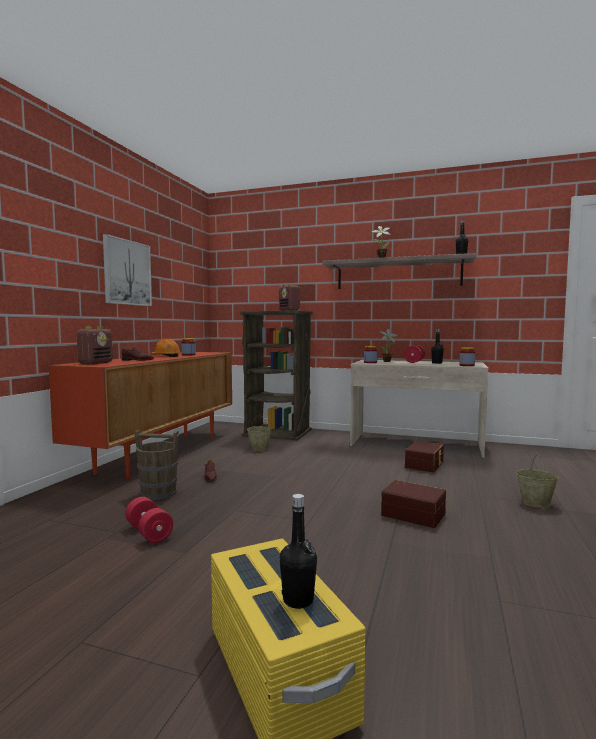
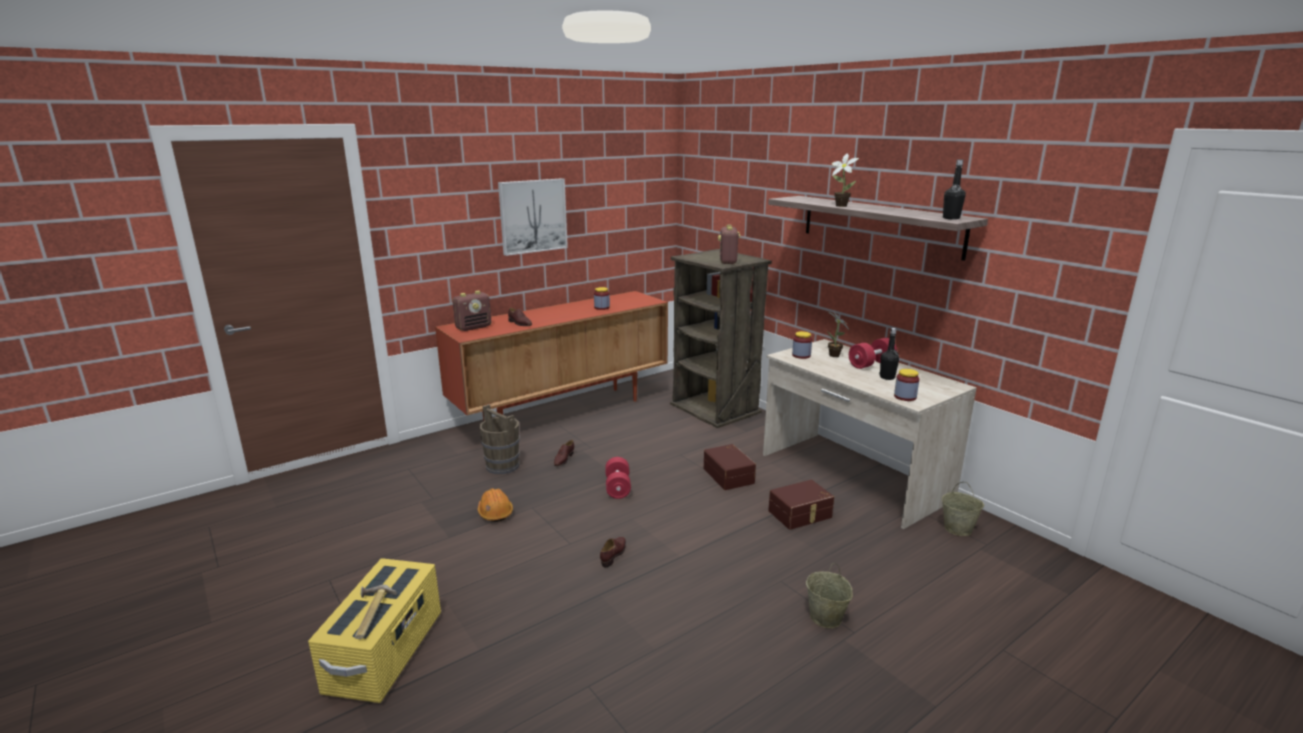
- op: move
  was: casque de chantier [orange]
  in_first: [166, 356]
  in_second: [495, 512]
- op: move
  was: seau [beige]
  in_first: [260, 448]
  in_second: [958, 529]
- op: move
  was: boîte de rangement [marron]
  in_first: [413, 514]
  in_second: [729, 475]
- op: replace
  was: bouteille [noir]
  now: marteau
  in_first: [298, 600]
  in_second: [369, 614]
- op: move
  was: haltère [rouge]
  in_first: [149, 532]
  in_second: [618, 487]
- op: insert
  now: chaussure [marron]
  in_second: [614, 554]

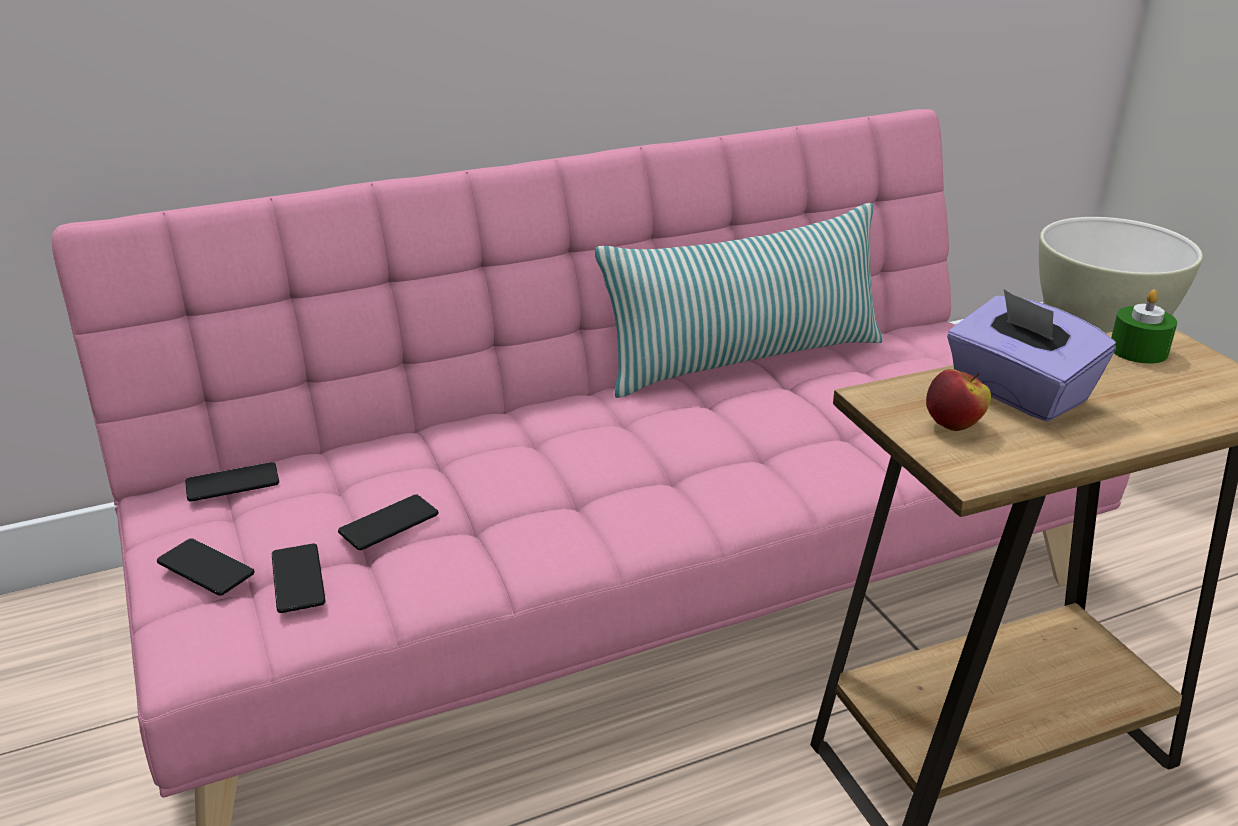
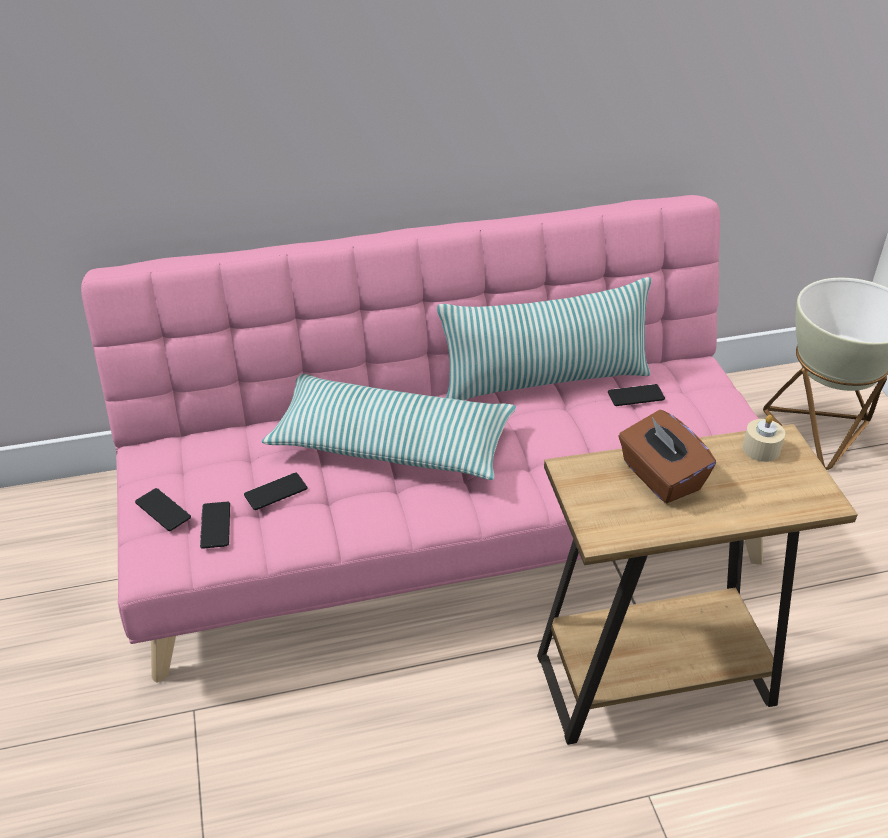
- op: recolor
  was: boîte à mouchoirs [violet]
  now: boîte à mouchoirs [marron]
  in_first: [1017, 393]
  in_second: [660, 477]
- op: recolor
  was: bougie [vert]
  now: bougie [beige]
  in_first: [1138, 350]
  in_second: [761, 449]
- op: delete
  was: pomme
  in_first: [953, 425]
- op: move
  was: téléphone
  in_first: [232, 483]
  in_second: [636, 396]
- op: insert
  now: coussin
  in_second: [392, 444]

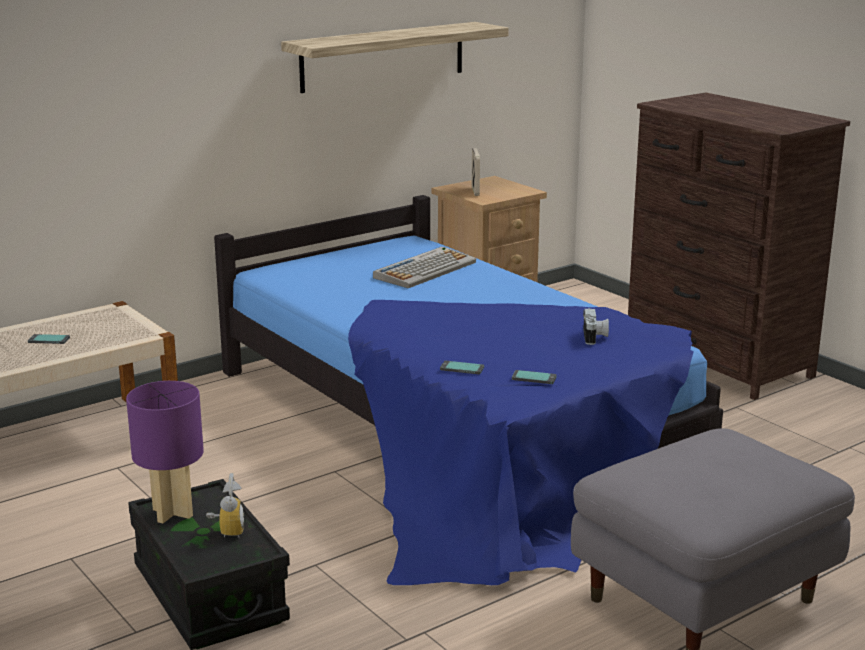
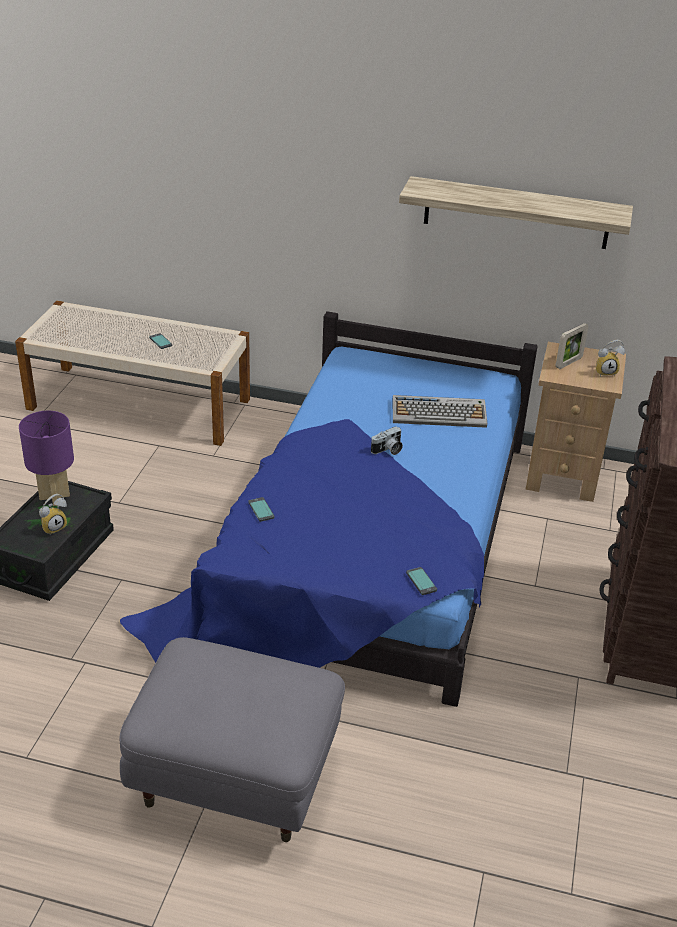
- op: move
  was: appareil photo
  in_first: [595, 337]
  in_second: [388, 450]
- op: move
  was: téléphone
  in_first: [534, 378]
  in_second: [421, 581]
- op: insert
  now: réveil
  in_second: [605, 372]

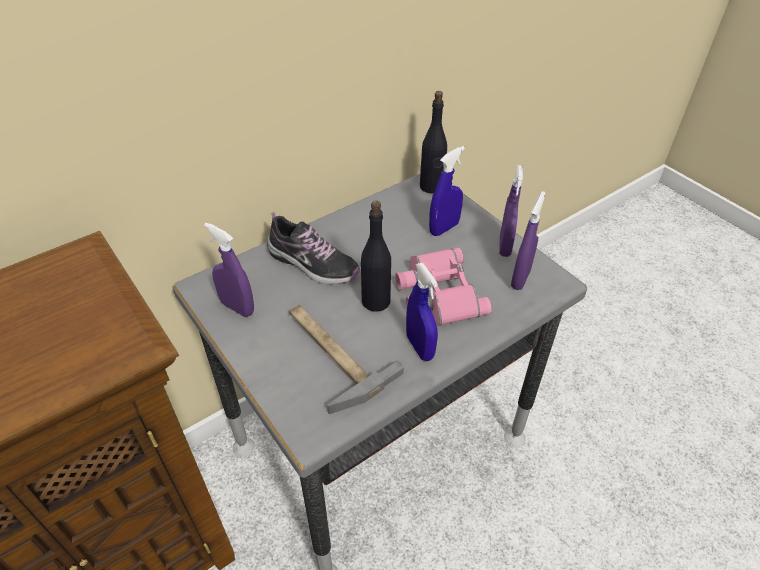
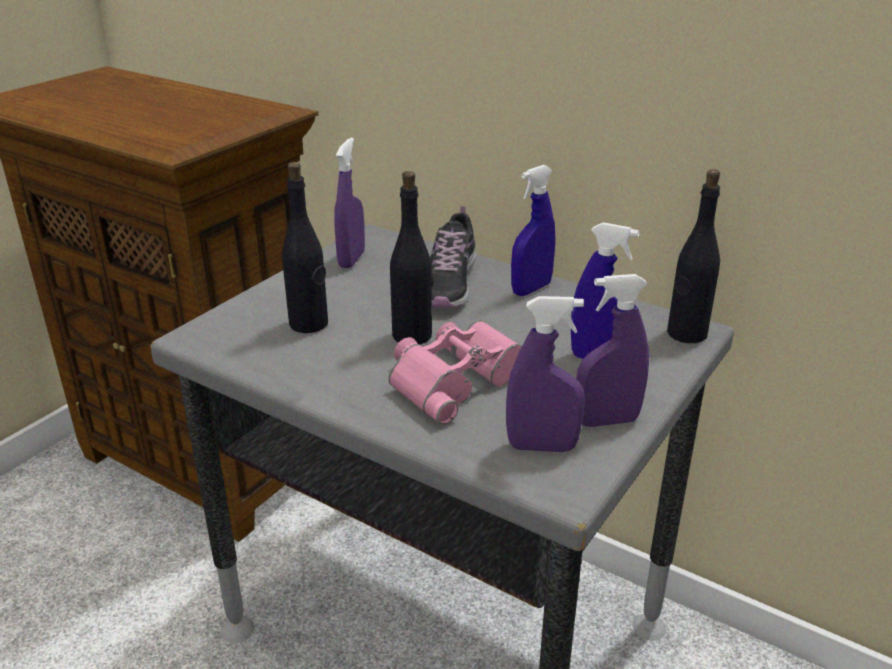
- op: move
  was: vaporisateur [bleu]
  in_first: [420, 347]
  in_second: [531, 289]
- op: replace
  was: marteau
  now: bouteille [noir]
  in_first: [330, 354]
  in_second: [309, 324]

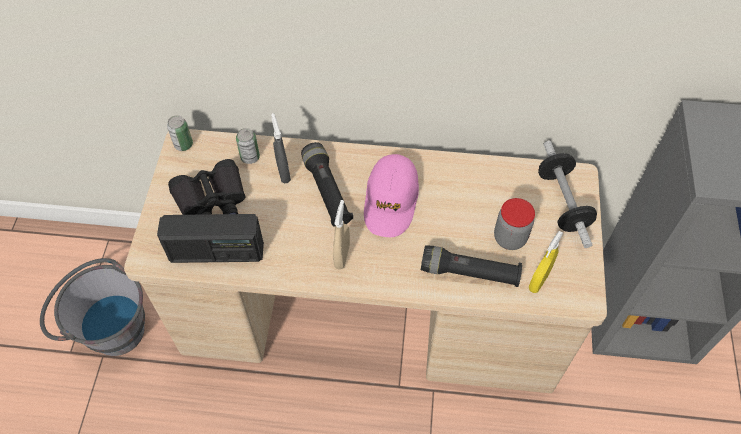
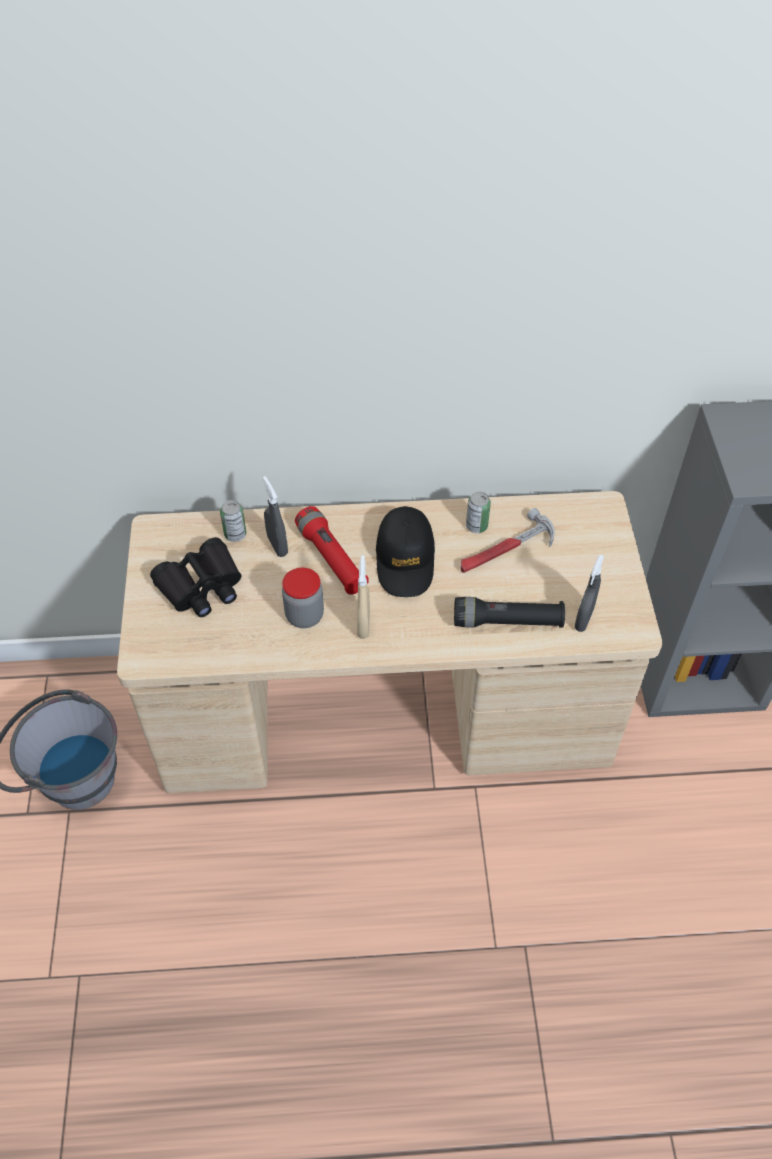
- op: move
  was: boîte métallique
  in_first: [183, 144]
  in_second: [476, 526]
- op: delete
  was: haltère
  in_first: [562, 202]
- op: recolor
  was: lampe de poche [noir]
  now: lampe de poche [rouge]
  in_first: [327, 191]
  in_second: [331, 559]
- op: recolor
  was: casquette [rose]
  now: casquette [noir]
  in_first: [391, 201]
  in_second: [405, 559]
- op: move
  was: bocal
  in_first: [510, 238]
  in_second: [304, 615]
- op: delete
  was: radio
  in_first: [216, 252]
- op: recolor
  was: vaporisateur [jaune]
  now: vaporisateur [gris]
  in_first: [538, 281]
  in_second: [583, 619]
- op: insert
  now: marteau
  in_second: [506, 550]

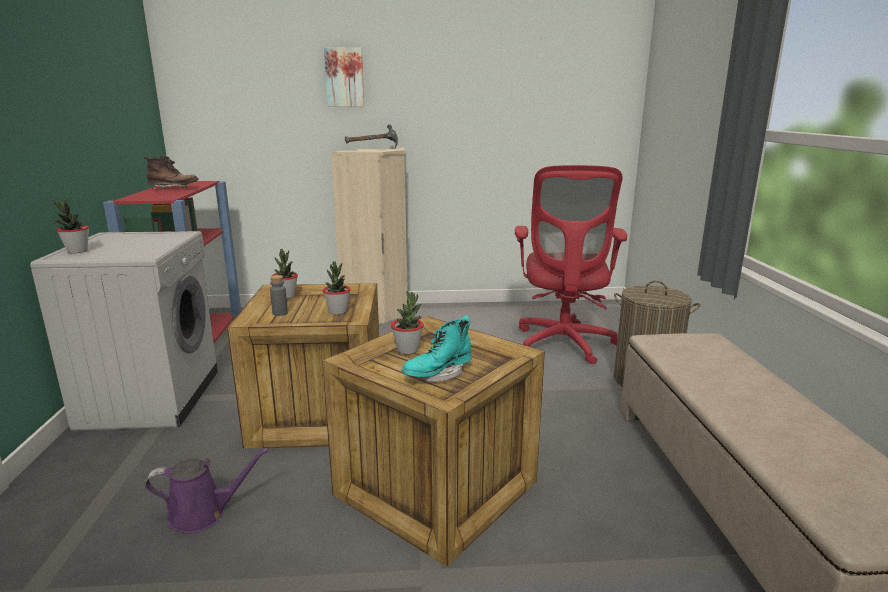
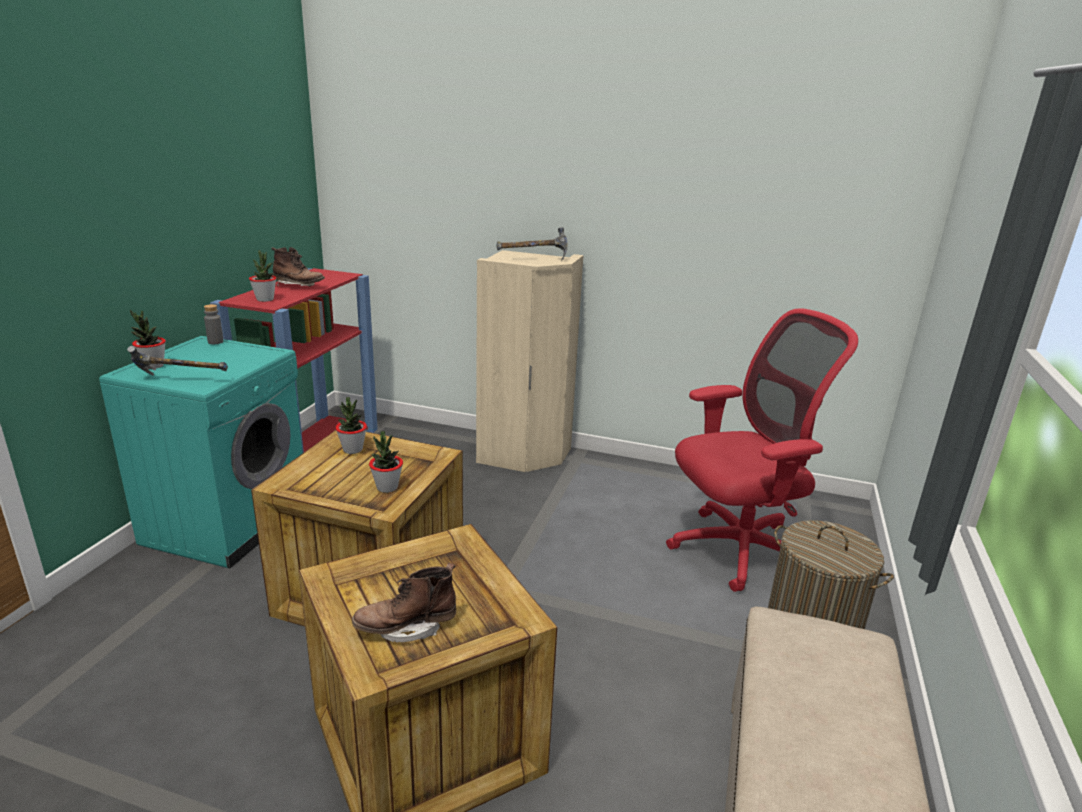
- op: delete
  was: tableau
  in_first: [344, 77]
- op: rotate
  was: chaise de bureau [rouge]
  in_first: [562, 340]
  in_second: [733, 553]
  clockwise: -135
- op: recolor
  was: lave-linge [blanc]
  now: lave-linge [turquoise]
  in_first: [155, 398]
  in_second: [230, 523]
- op: move
  was: bouteille [gris]
  in_first: [280, 313]
  in_second: [215, 342]
- op: move
  was: plante en pot
  in_first: [408, 350]
  in_second: [265, 299]
- op: recolor
  was: botte [turquoise]
  now: botte [marron]
  in_first: [438, 375]
  in_second: [406, 628]
- op: delete
  was: arrosoir [violet]
  in_first: [203, 514]
- op: insert
  now: marteau
  in_second: [180, 381]

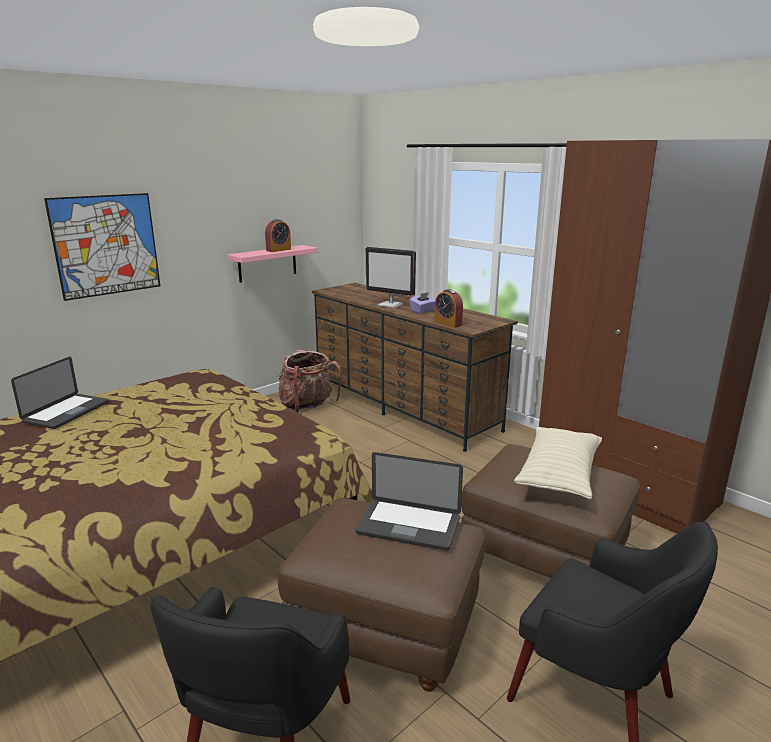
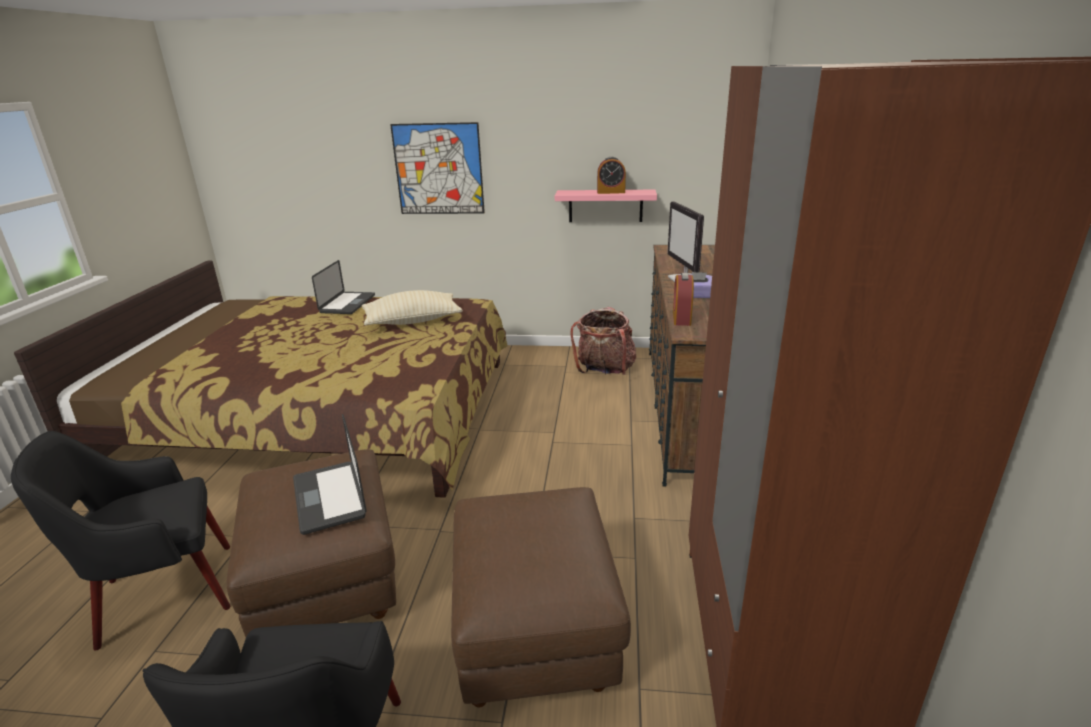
- op: rotate
  was: ordinateur portable
  in_first: [67, 412]
  in_second: [347, 304]
  clockwise: -60
- op: move
  was: coussin [beige]
  in_first: [559, 475]
  in_second: [412, 321]

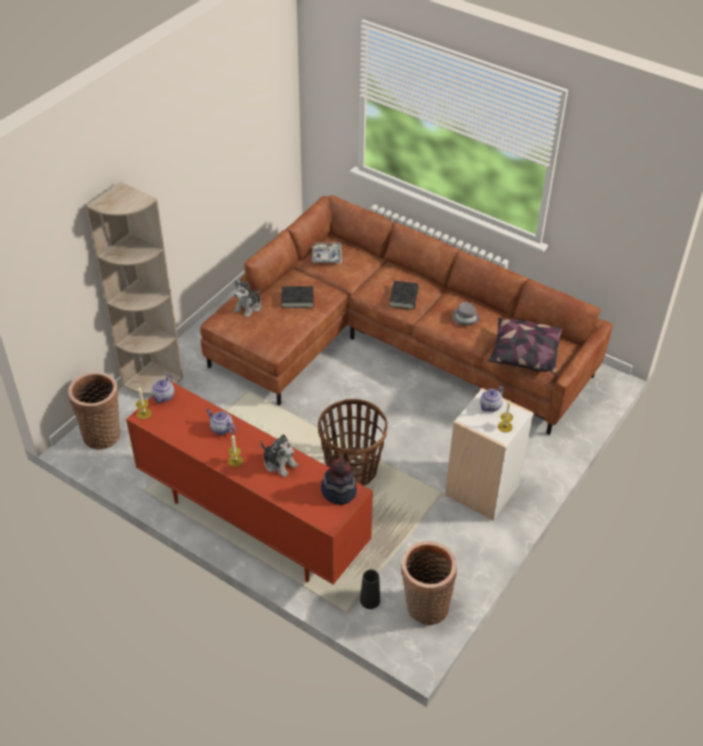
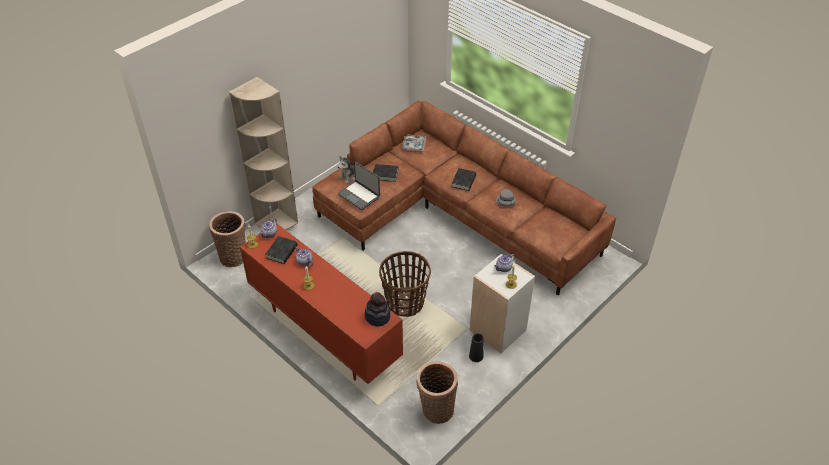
- op: delete
  was: coussin
  in_first: [523, 354]
- op: delete
  was: peluche
  in_first: [279, 463]
- op: move
  was: vase [noir]
  in_first: [370, 600]
  in_second: [476, 356]
- op: insert
  now: ordinateur portable
  in_second: [359, 195]
- op: insert
  now: livre [noir]
  in_second: [282, 252]

